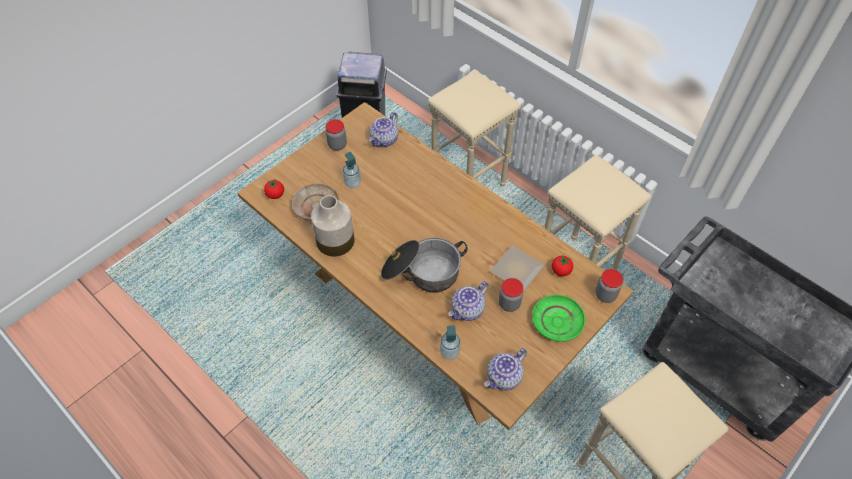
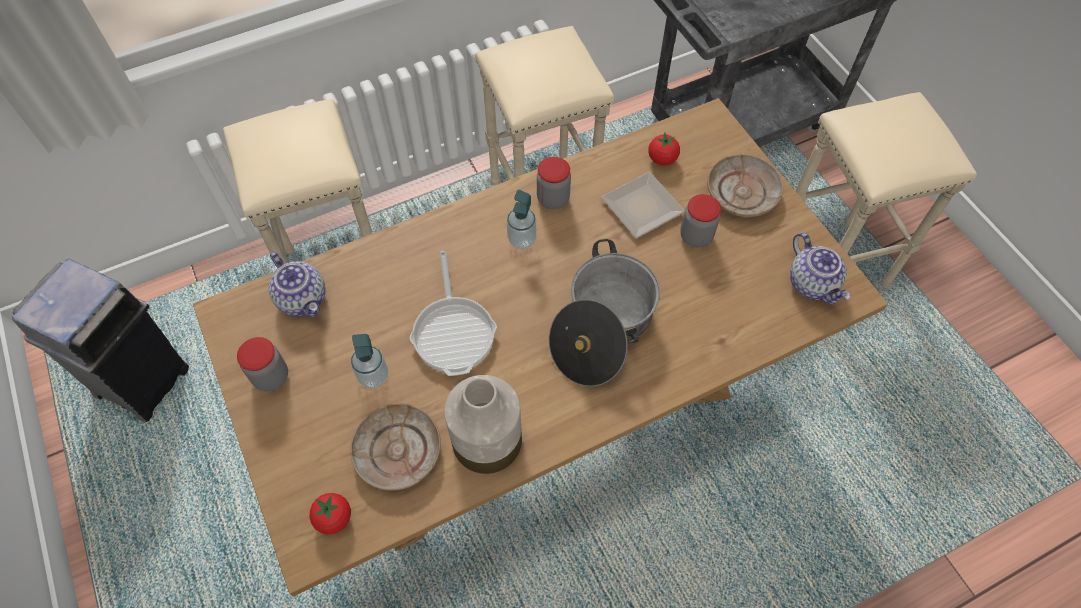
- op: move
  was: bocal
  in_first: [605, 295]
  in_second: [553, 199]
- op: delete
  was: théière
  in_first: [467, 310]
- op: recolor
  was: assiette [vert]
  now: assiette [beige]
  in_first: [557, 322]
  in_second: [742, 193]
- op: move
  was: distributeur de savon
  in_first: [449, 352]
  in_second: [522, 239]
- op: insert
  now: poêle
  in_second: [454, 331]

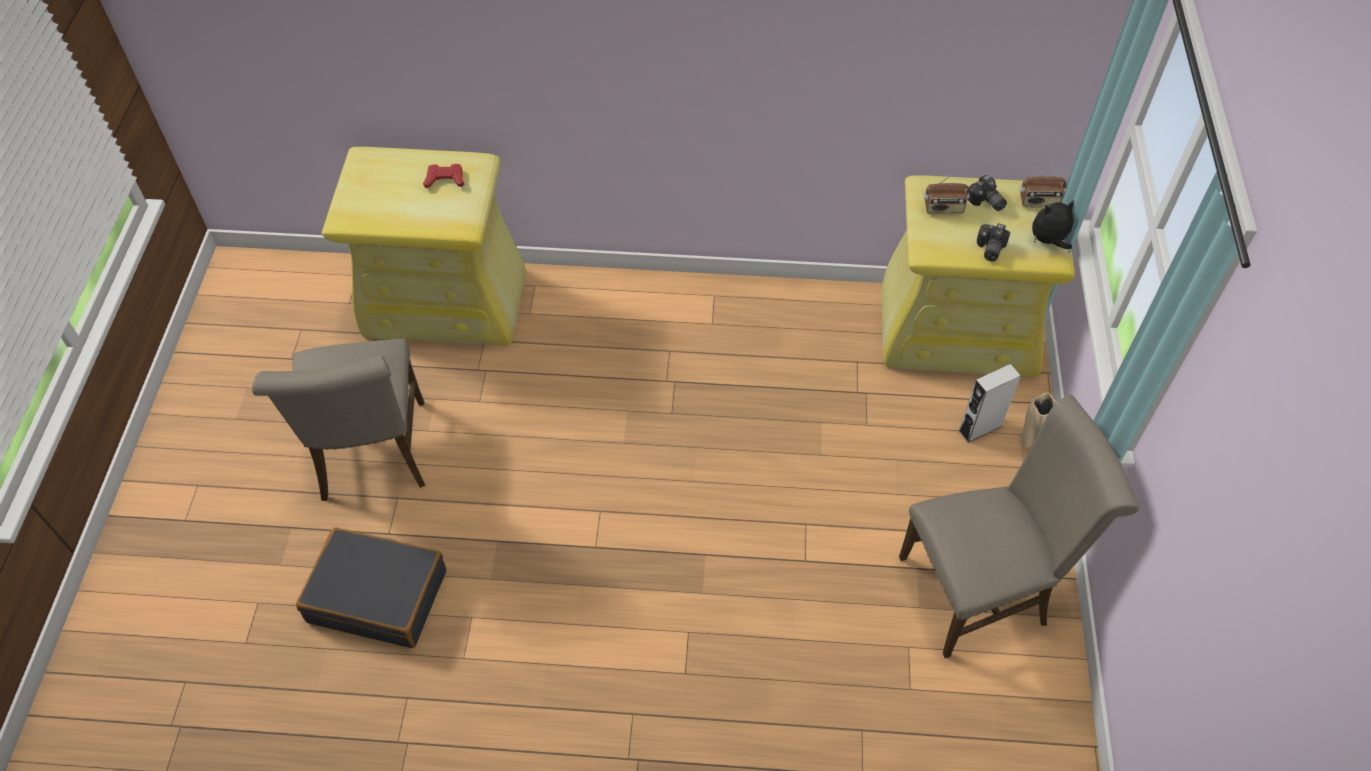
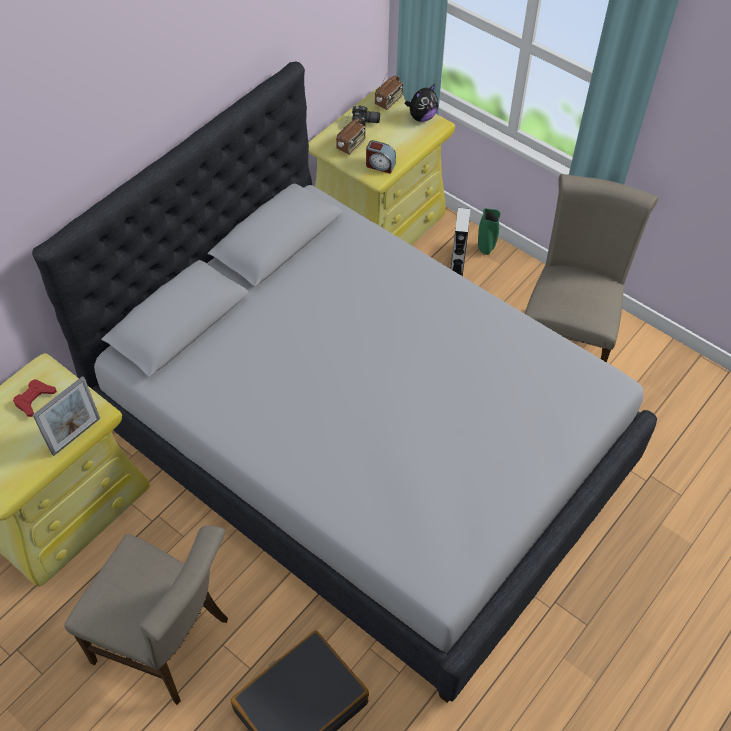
- op: rotate
  was: peluche
  in_first: [1048, 241]
  in_second: [421, 117]
  clockwise: -150
- op: delete
  was: appareil photo
  in_first: [989, 249]
- op: recolor
  was: vase [beige]
  now: vase [vert]
  in_first: [1029, 441]
  in_second: [486, 249]
- op: insert
  now: lit [gris]
  in_second: [363, 443]
- op: insert
  now: réveil
  in_second: [380, 165]
- op: insert
  now: cadre photo
  in_second: [76, 436]

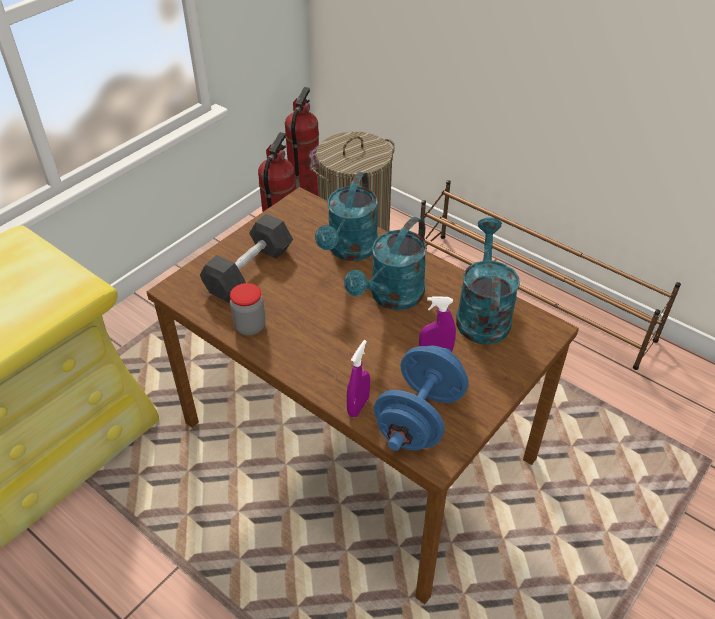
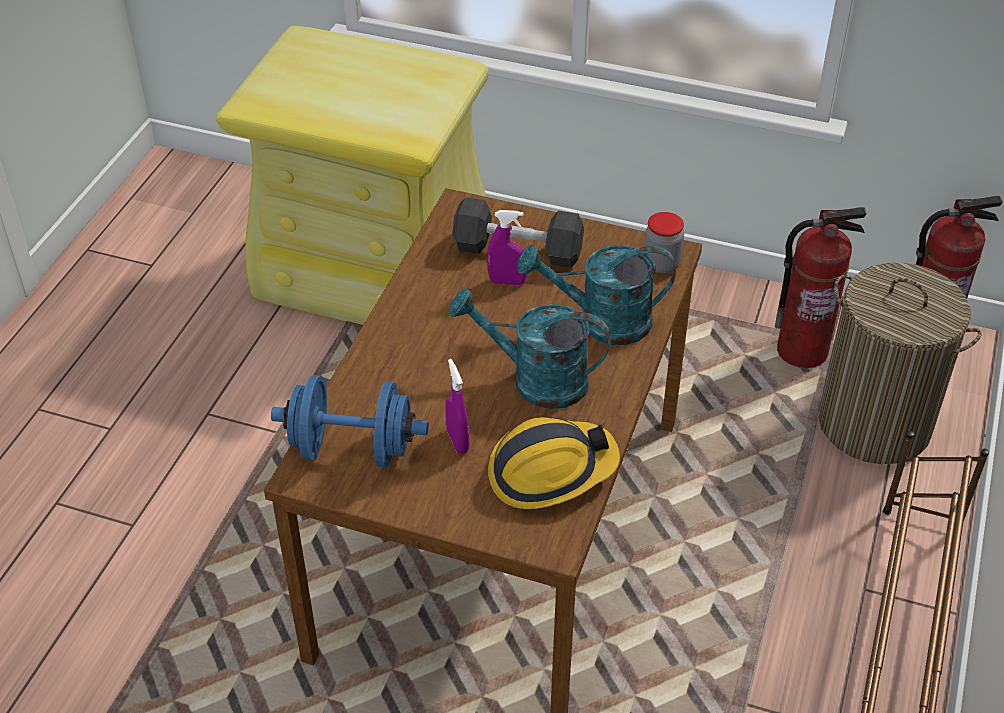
- op: replace
  was: arrosoir [turquoise]
  now: casque de chantier
  in_first: [482, 314]
  in_second: [550, 471]
- op: move
  was: bocal
  in_first: [250, 326]
  in_second: [661, 264]
- op: move
  was: vaporisateur [violet]
  in_first: [358, 406]
  in_second: [507, 281]

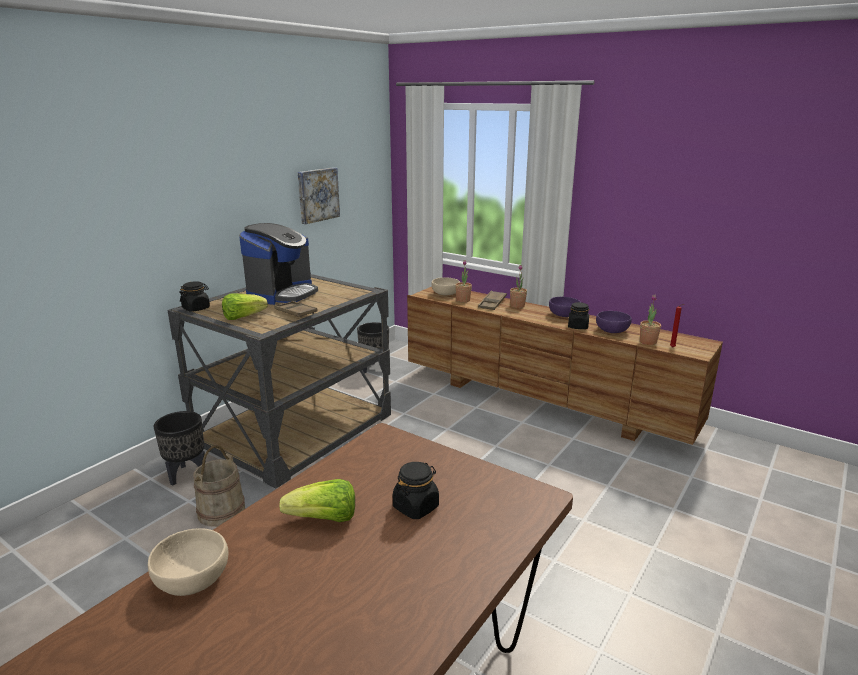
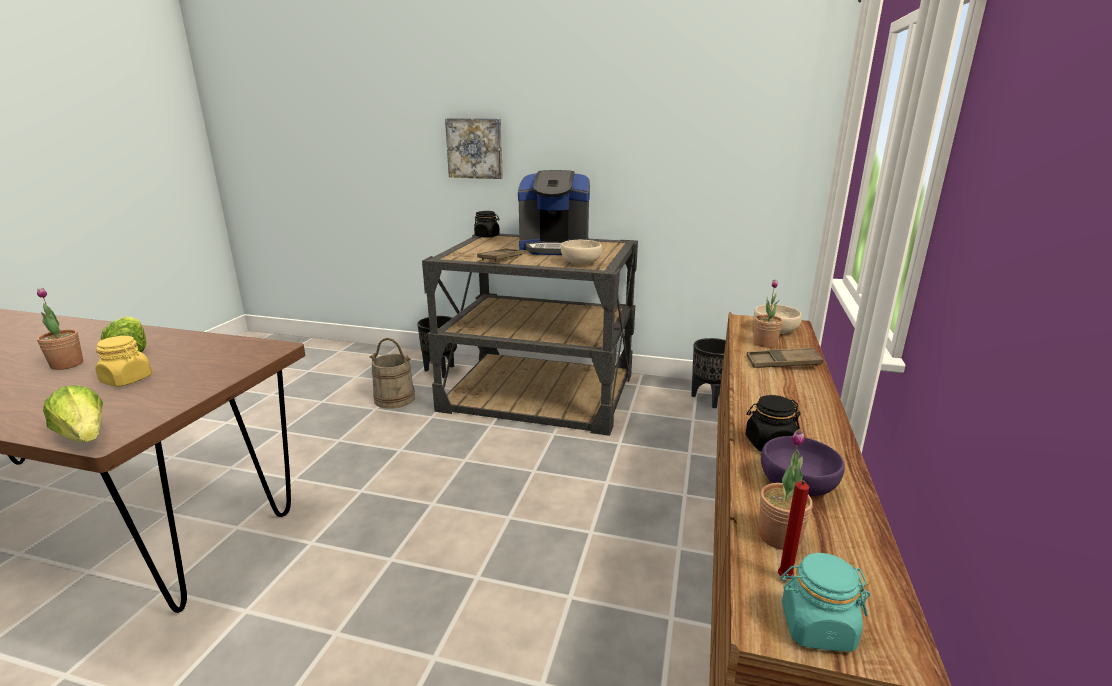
- op: move
  was: tableau
  in_first: [317, 195]
  in_second: [475, 148]
- op: move
  was: plante en pot
  in_first: [517, 306]
  in_second: [67, 364]
- op: move
  was: laitue
  in_first: [243, 317]
  in_second: [84, 436]
- op: delete
  was: bol [violet]
  in_first: [563, 315]
- op: recolor
  was: bocal [noir]
  now: bocal [jaune]
  in_first: [416, 507]
  in_second: [127, 380]
- op: move
  was: bol [beige]
  in_first: [192, 579]
  in_second: [580, 262]
- op: insert
  now: bocal [turquoise]
  in_second: [816, 627]

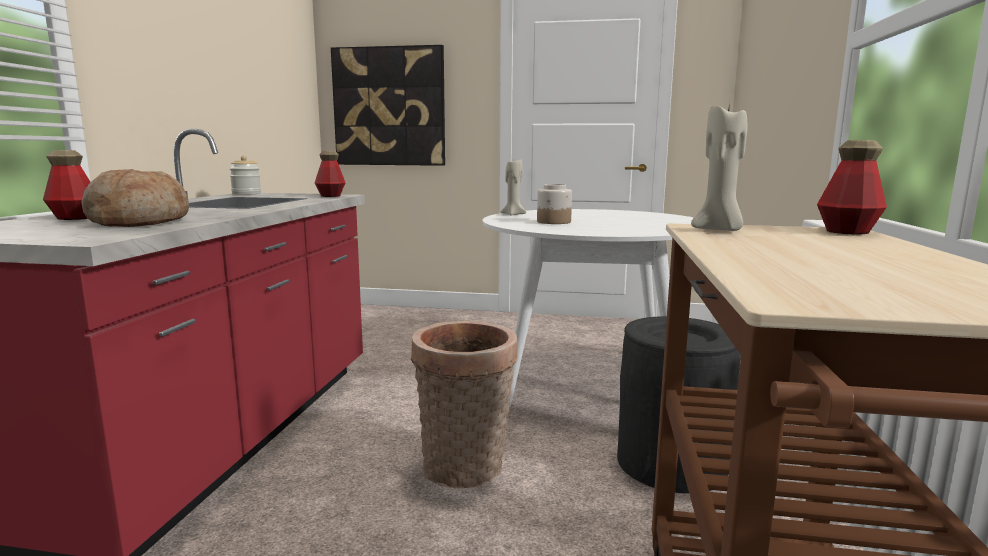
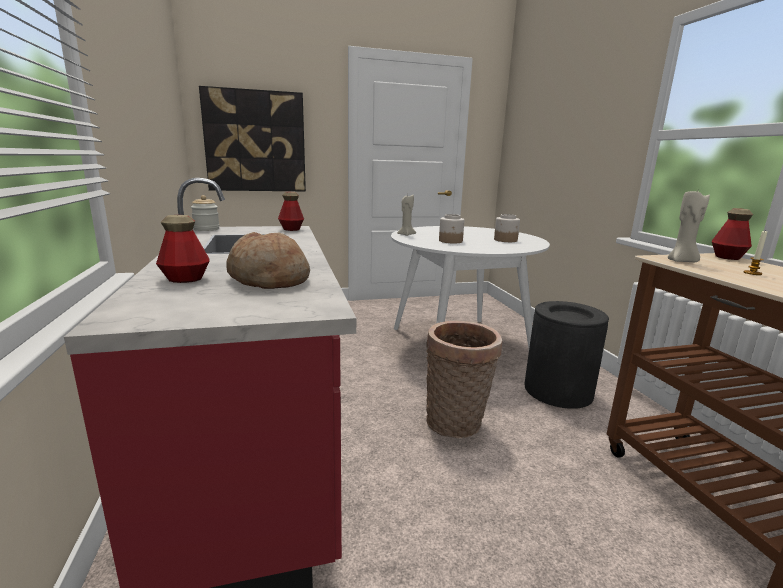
- op: insert
  now: bocal
  in_second: [506, 240]
- op: insert
  now: bougie
  in_second: [752, 273]

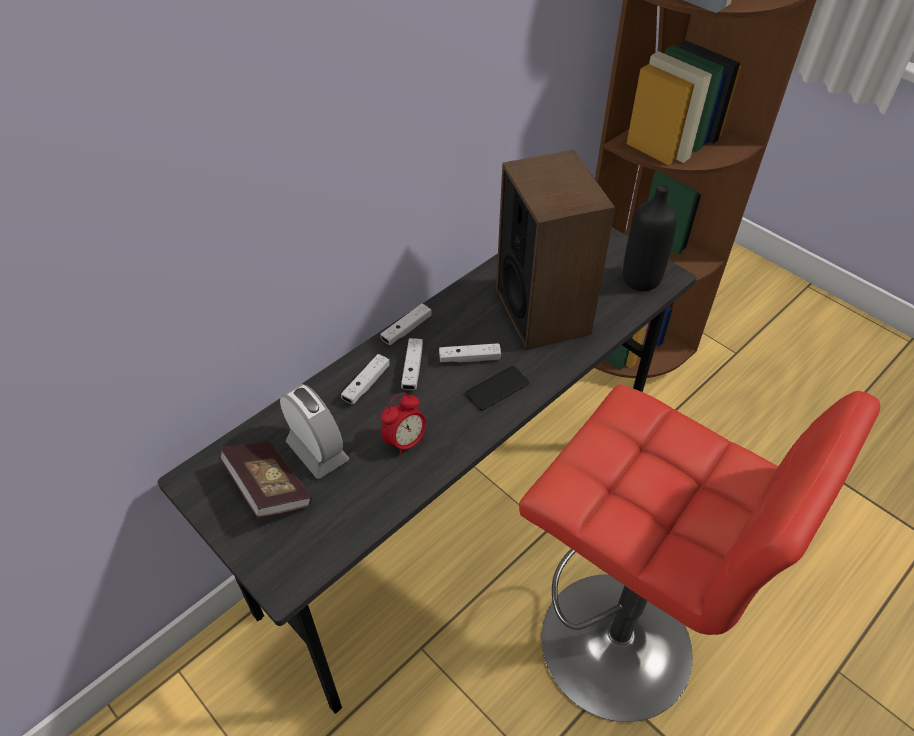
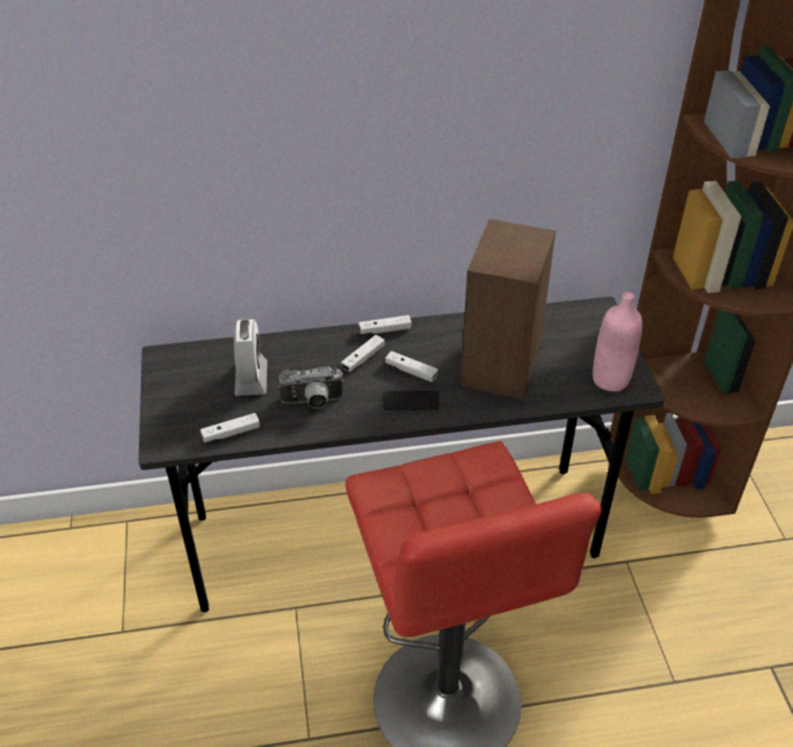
- op: recolor
  was: bouteille [noir]
  now: bouteille [rose]
  in_first: [641, 279]
  in_second: [610, 379]
- op: move
  was: manette [blanc]
  in_first: [366, 384]
  in_second: [231, 433]
- op: replace
  was: réveil
  now: appareil photo
  in_first: [405, 442]
  in_second: [312, 403]
- op: delete
  was: livre
  in_first: [268, 488]

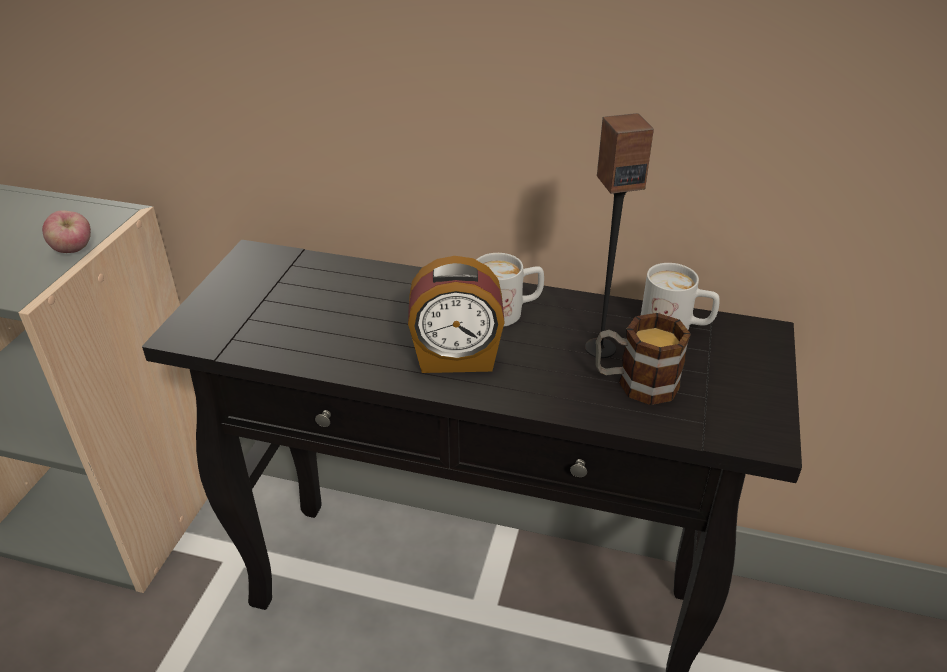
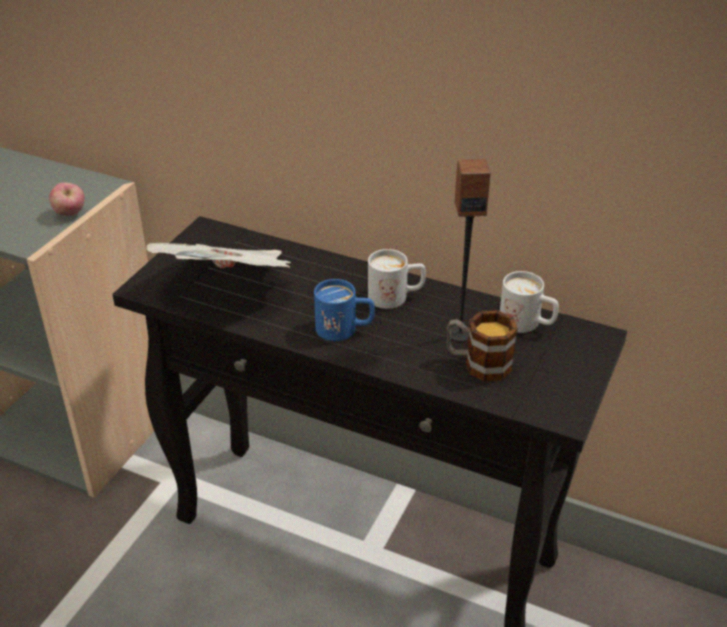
- op: replace
  was: réveil
  now: mug [bleu]
  in_first: [456, 358]
  in_second: [345, 329]
- op: insert
  now: journal
  in_second: [229, 285]

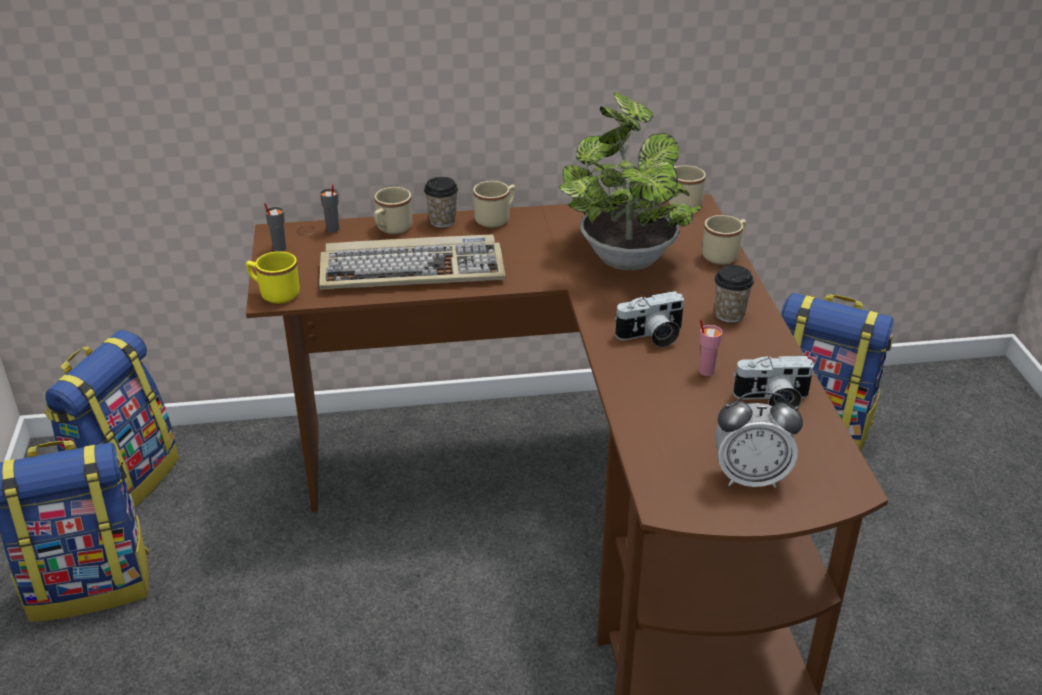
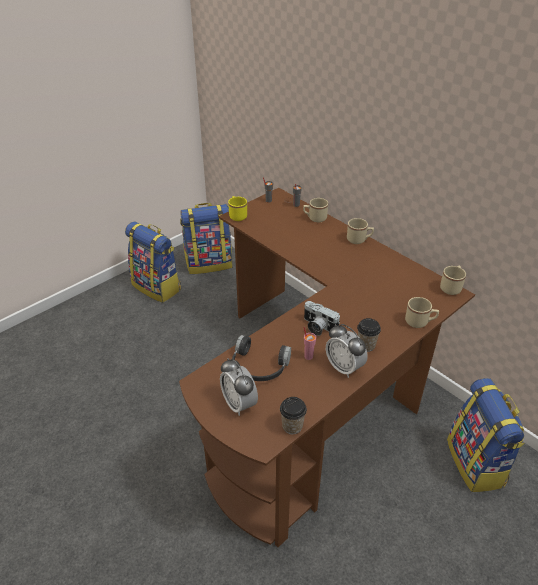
- op: delete
  was: plante en pot
  in_first: [625, 255]
- op: move
  was: tasse
  in_first: [442, 221]
  in_second: [292, 426]
- op: delete
  was: clavier
  in_first: [413, 269]
- op: delete
  was: appareil photo
  in_first: [772, 400]
- op: insert
  now: réveil
  in_second: [344, 367]
- op: insert
  now: casque audio [noir]
  in_second: [259, 367]

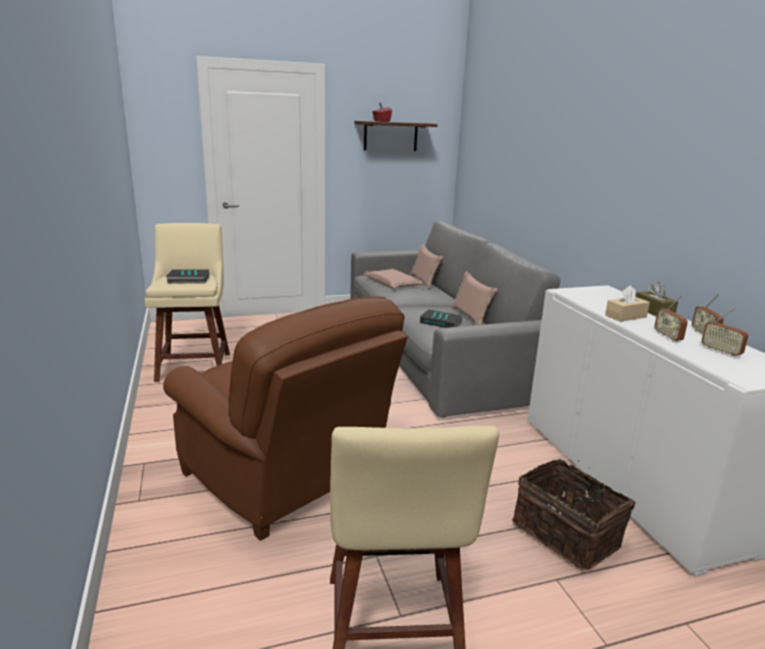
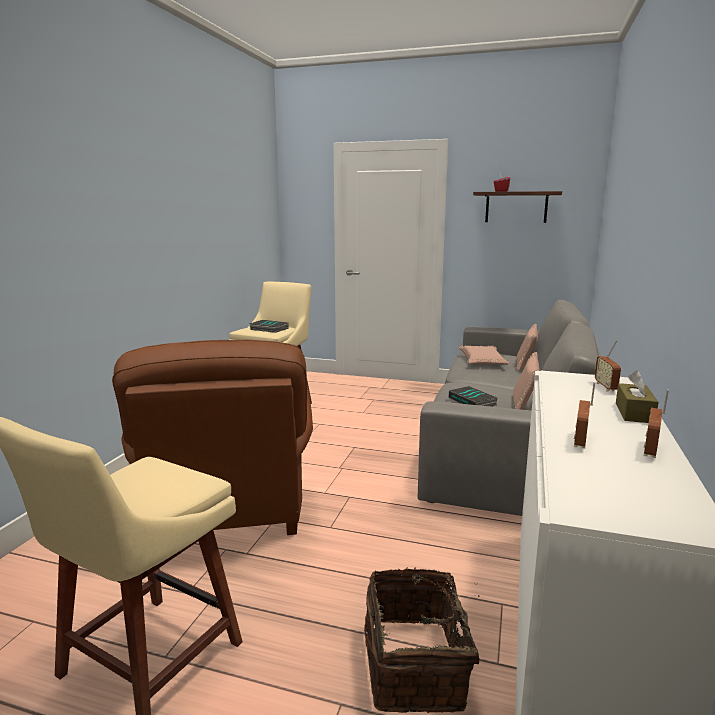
- op: delete
  was: boîte à mouchoirs [beige]
  in_first: [625, 316]
- op: move
  was: radio
  in_first: [721, 352]
  in_second: [605, 387]

